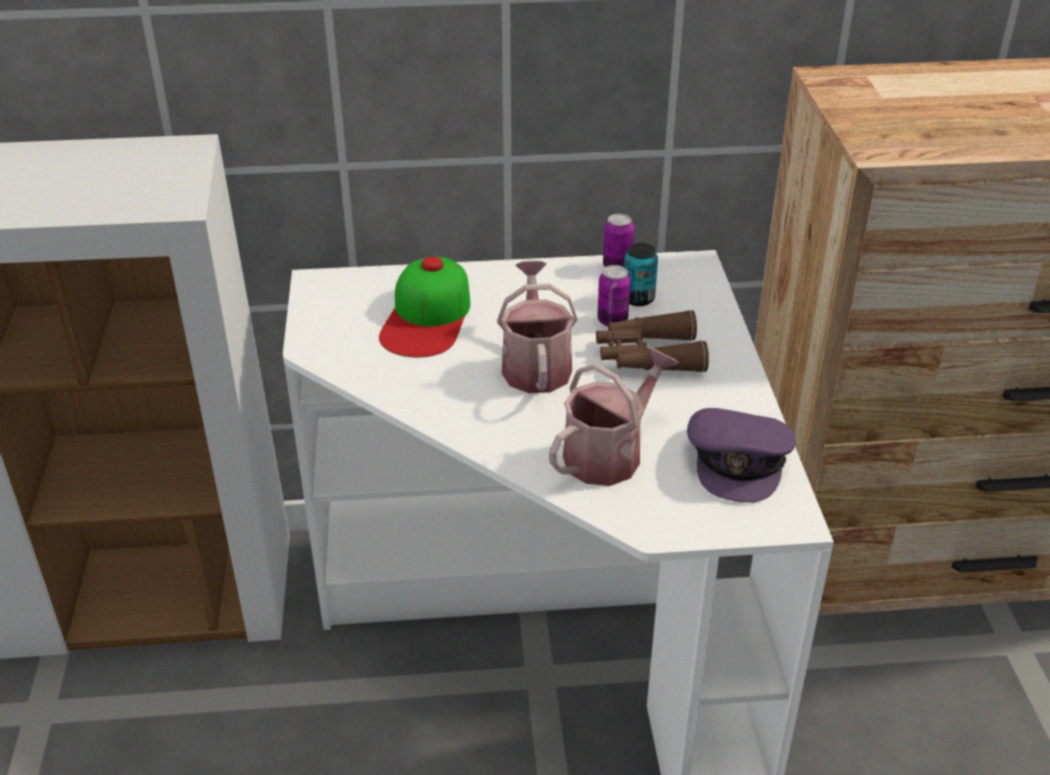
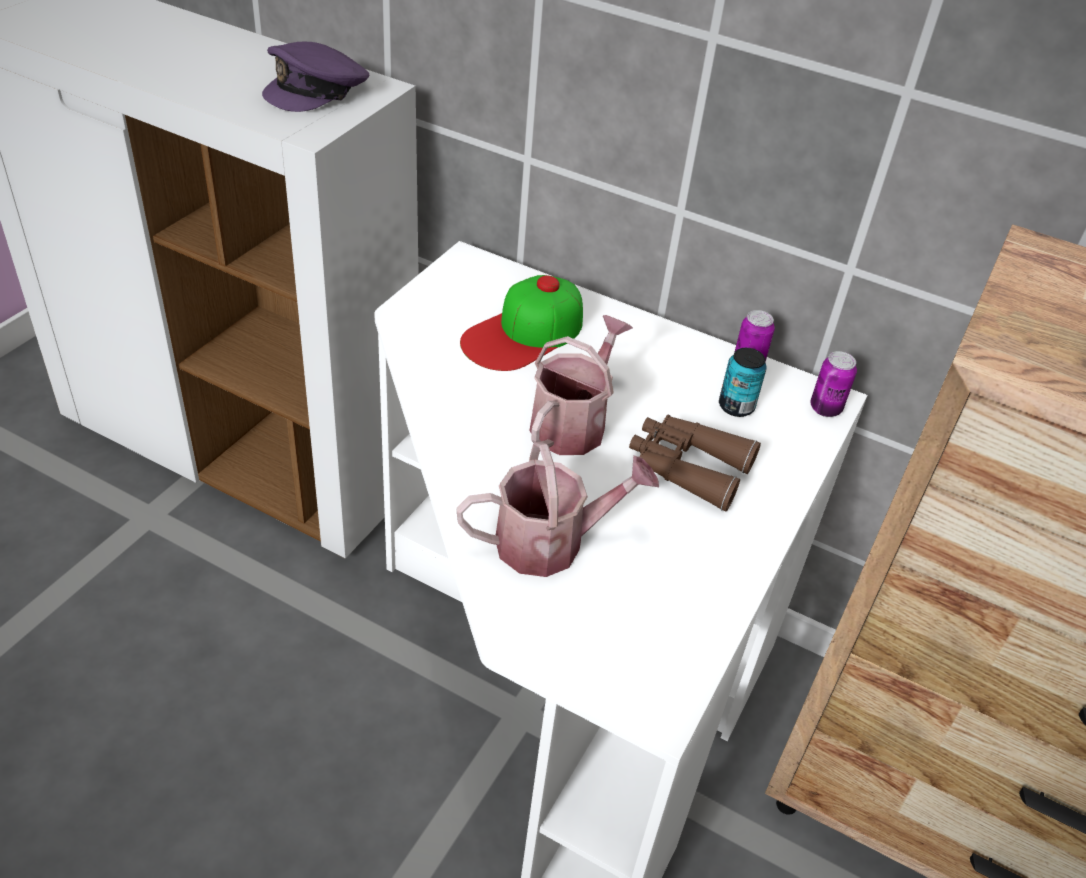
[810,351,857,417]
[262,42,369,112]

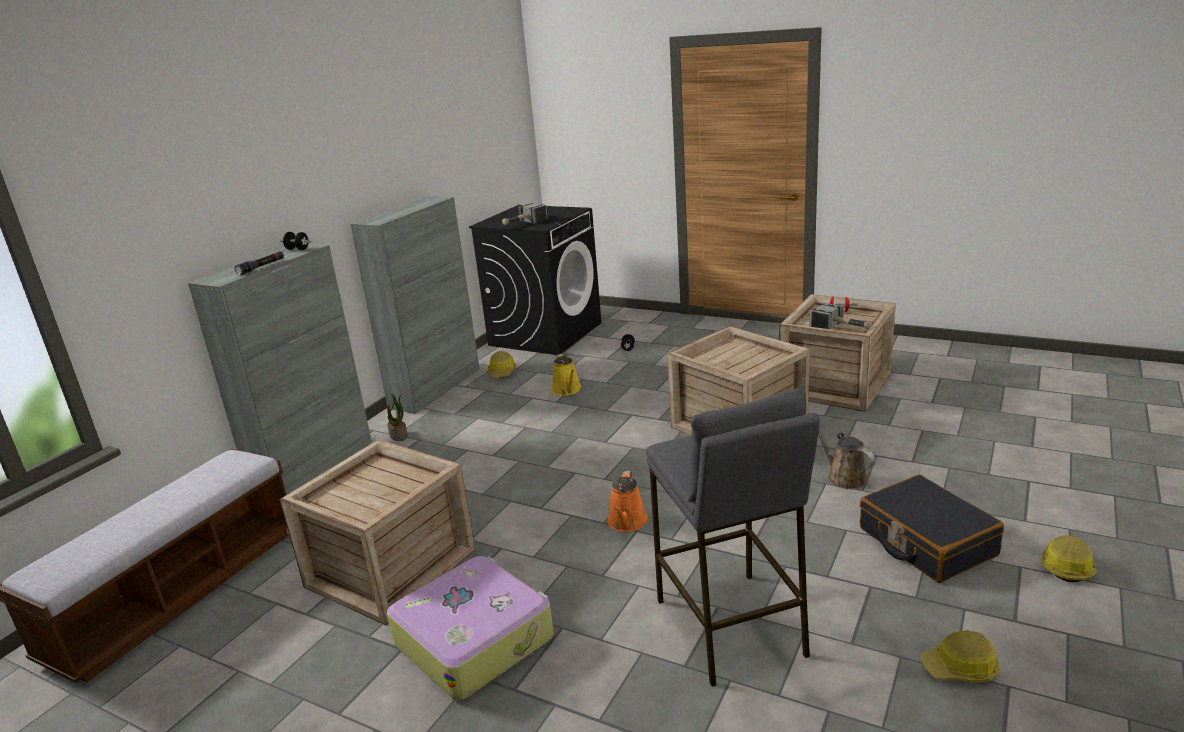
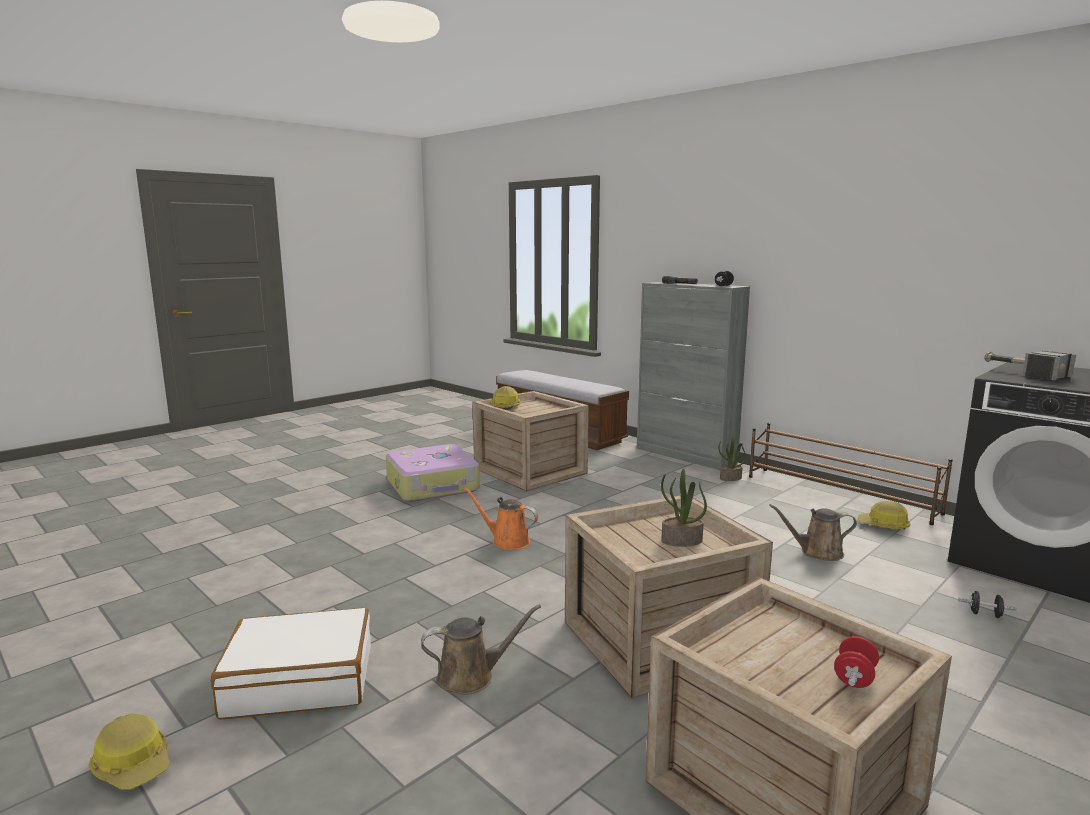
[749,423,953,525]
[809,303,872,329] (first image)
[769,504,857,561]
[646,388,820,687] (first image)
[211,607,371,719]
[491,386,521,410]
[661,469,707,547]

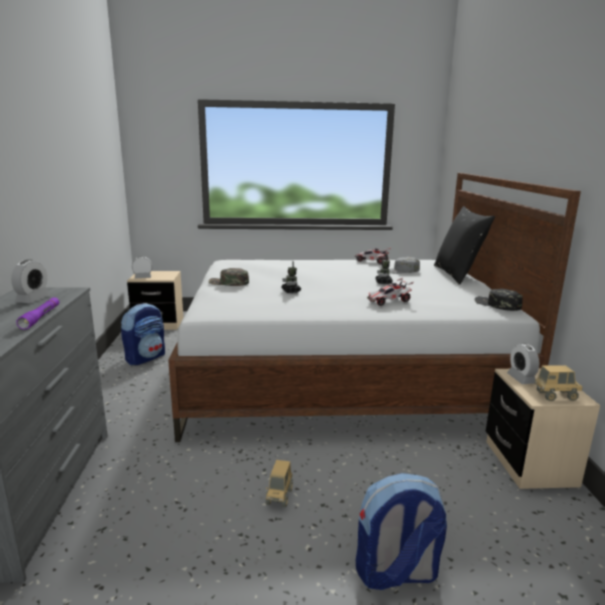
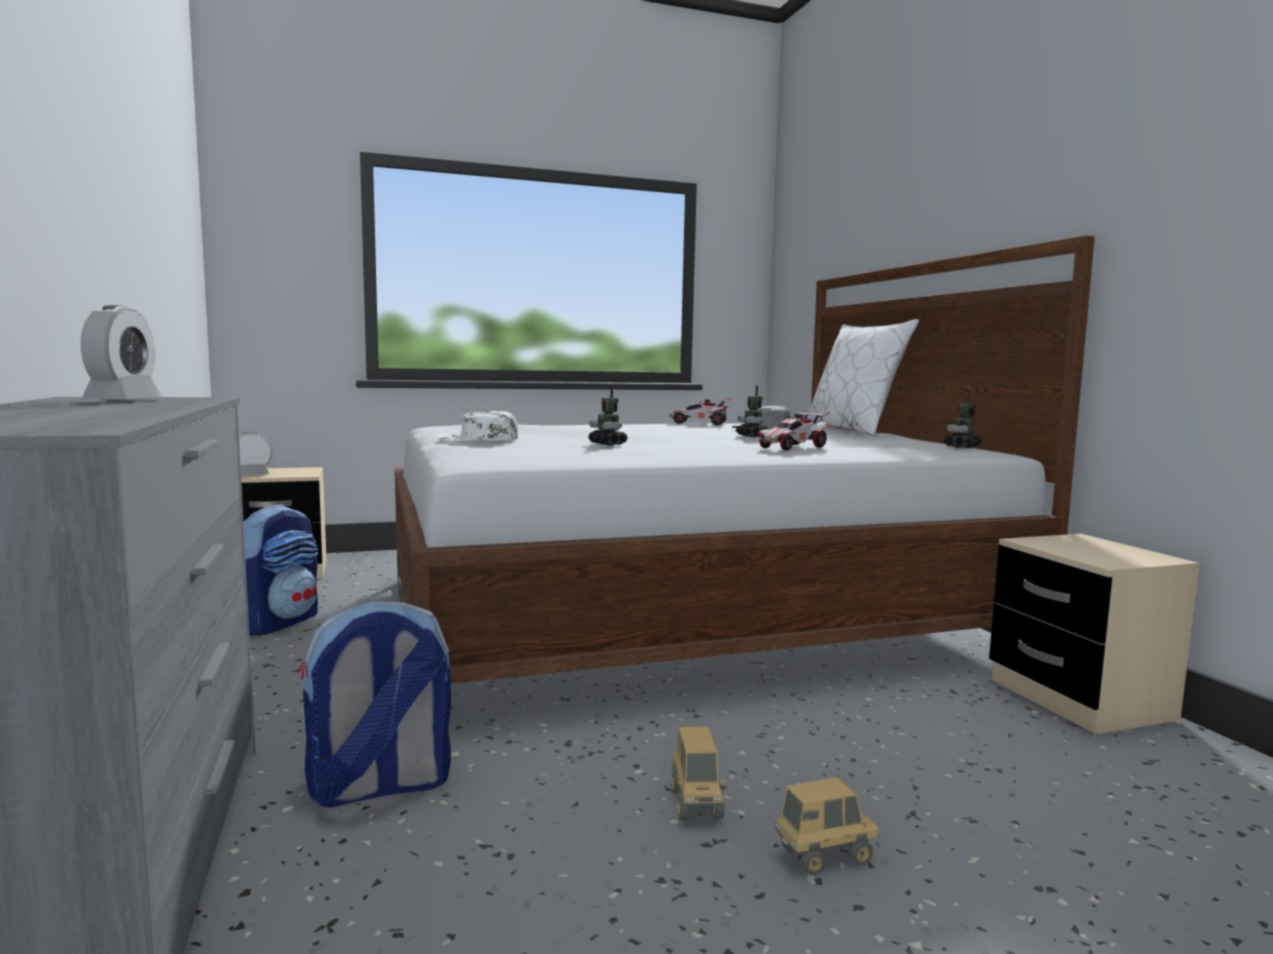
[807,319,919,436]
[437,411,518,441]
[944,391,982,448]
[16,298,59,329] (first image)
[507,344,539,384] (first image)
[775,777,879,875]
[298,600,451,808]

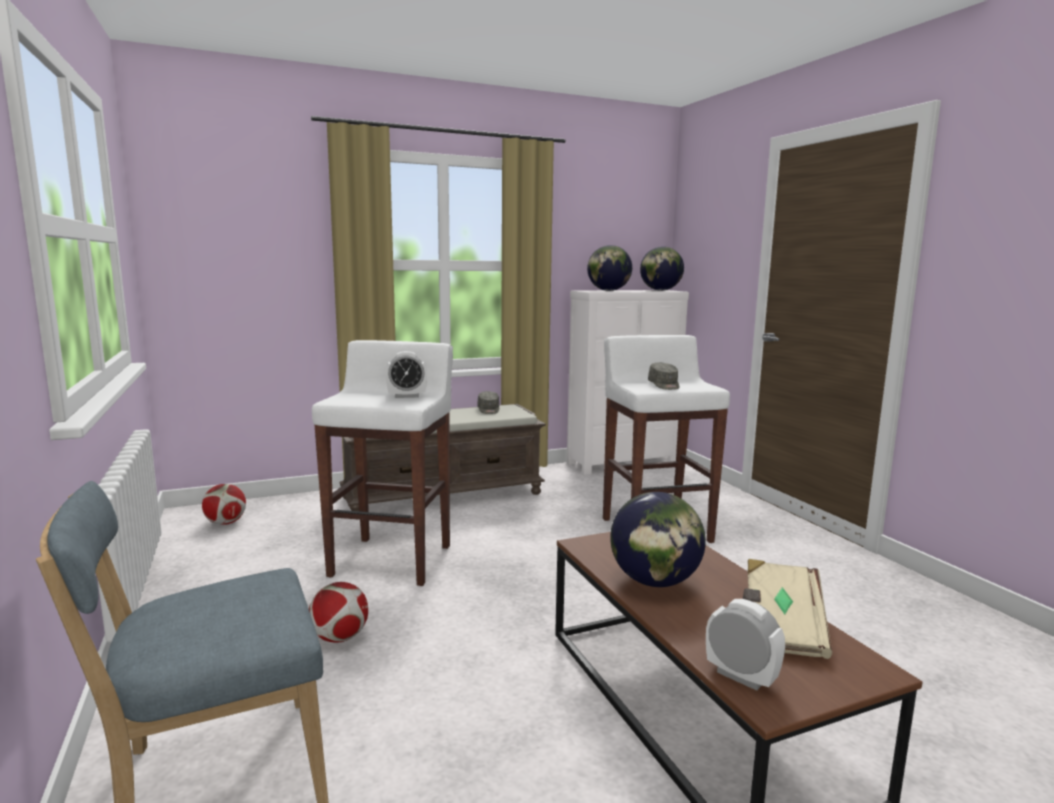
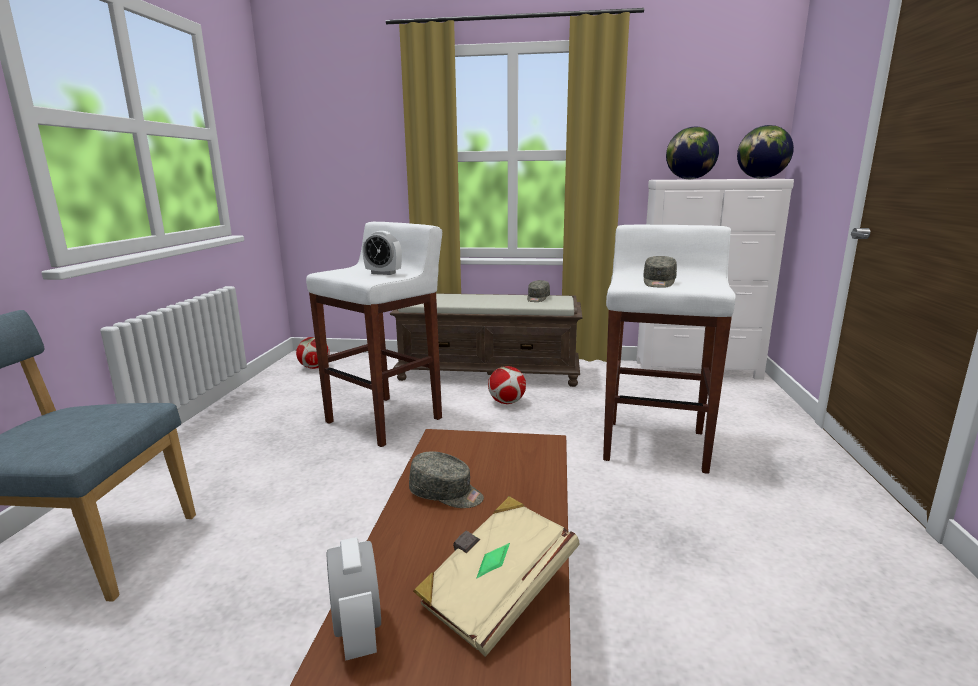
[409,451,484,508]
[488,366,526,404]

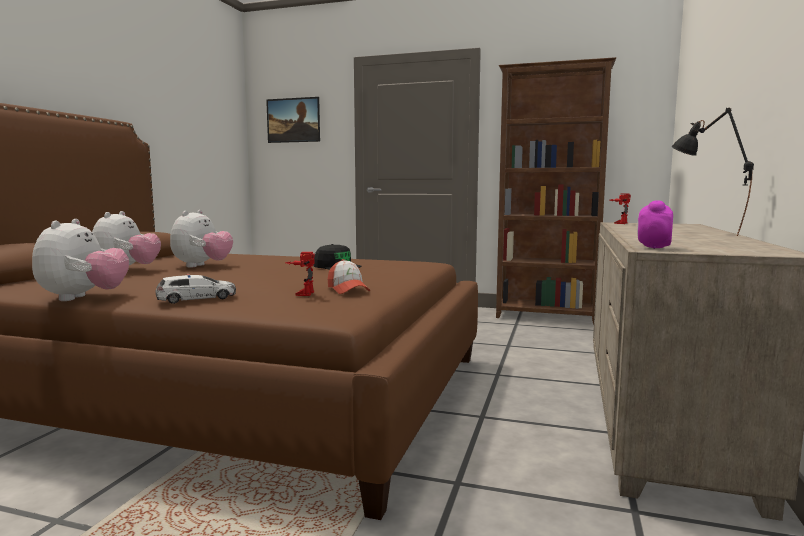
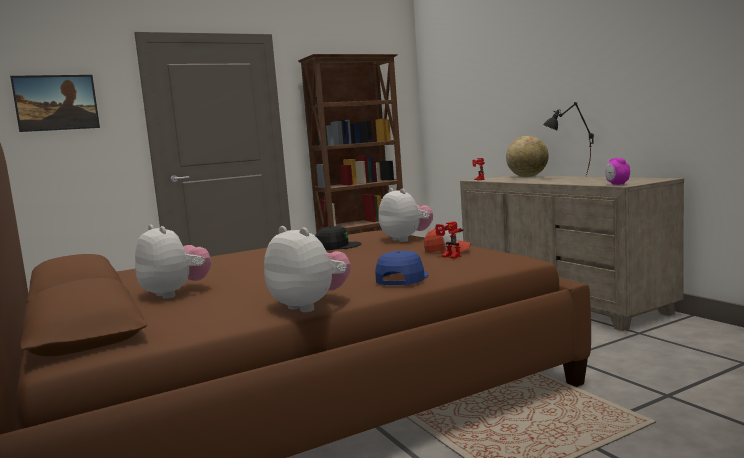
[379,188,433,242]
[375,251,429,285]
[506,136,549,177]

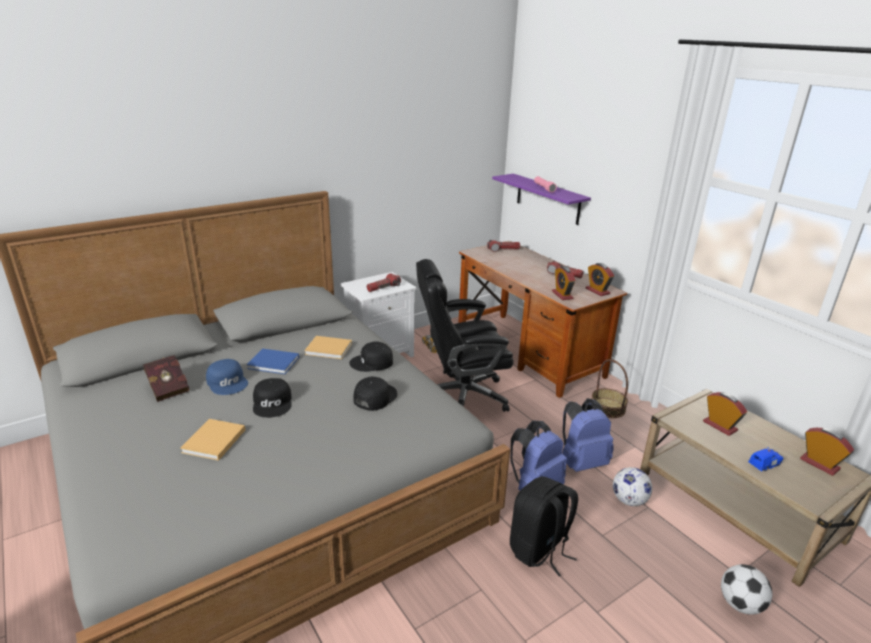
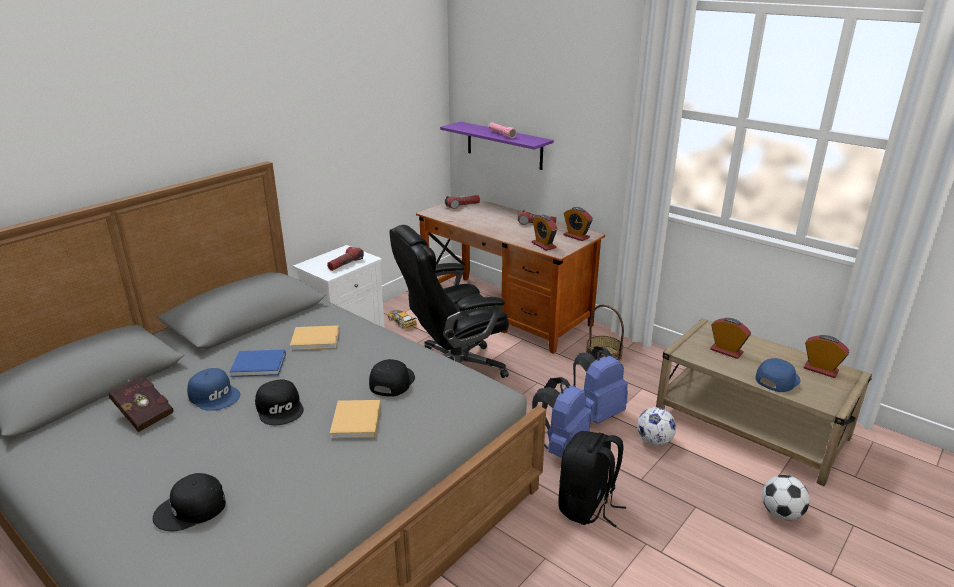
[153,473,226,531]
[330,400,381,438]
[755,358,800,392]

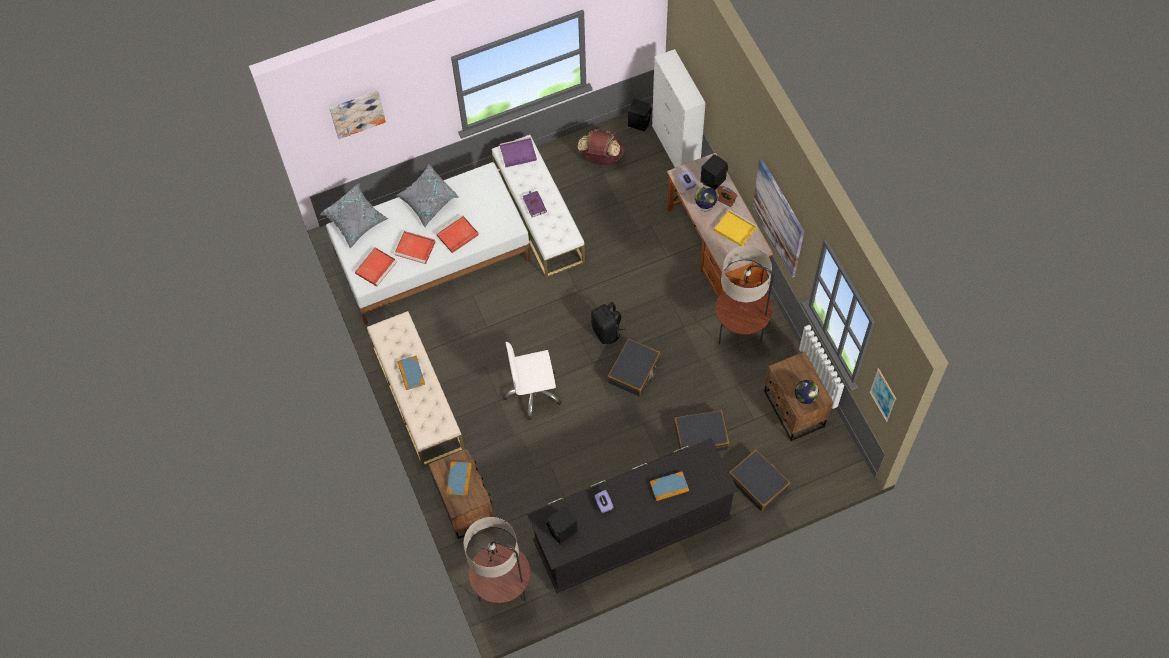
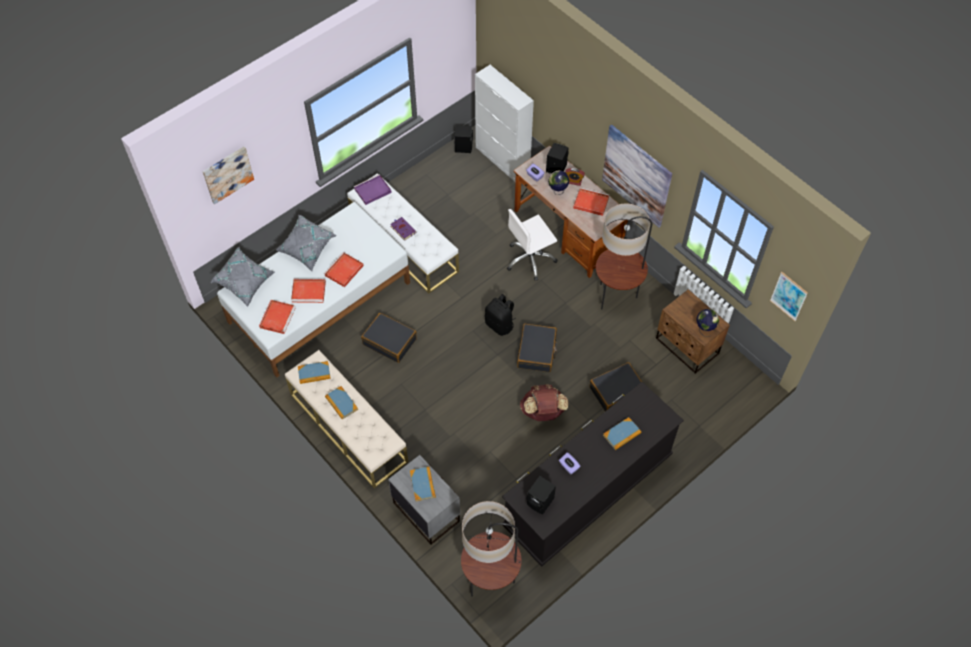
[520,384,568,421]
[573,187,609,216]
[507,209,557,281]
[388,455,460,545]
[361,313,417,363]
[298,361,331,384]

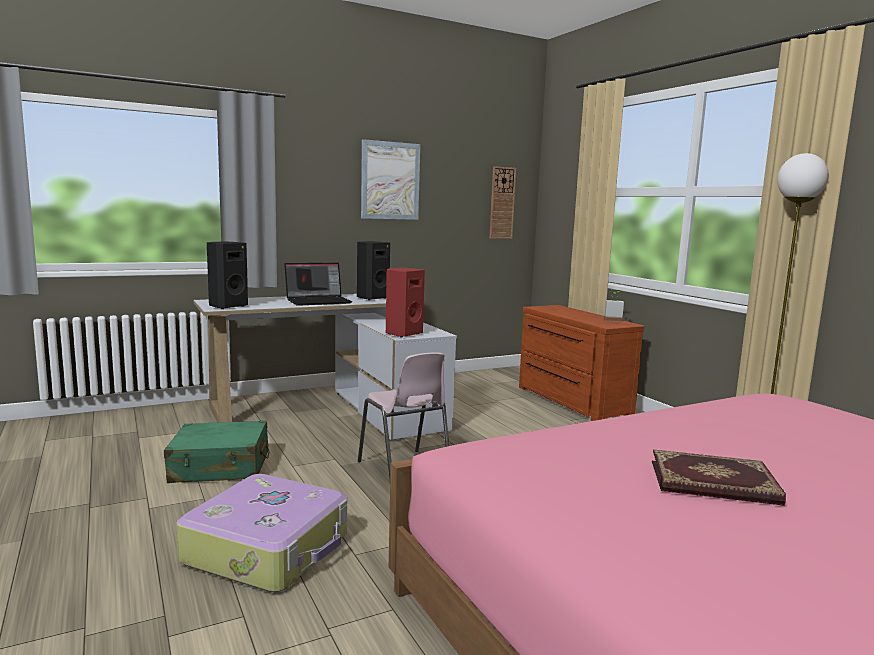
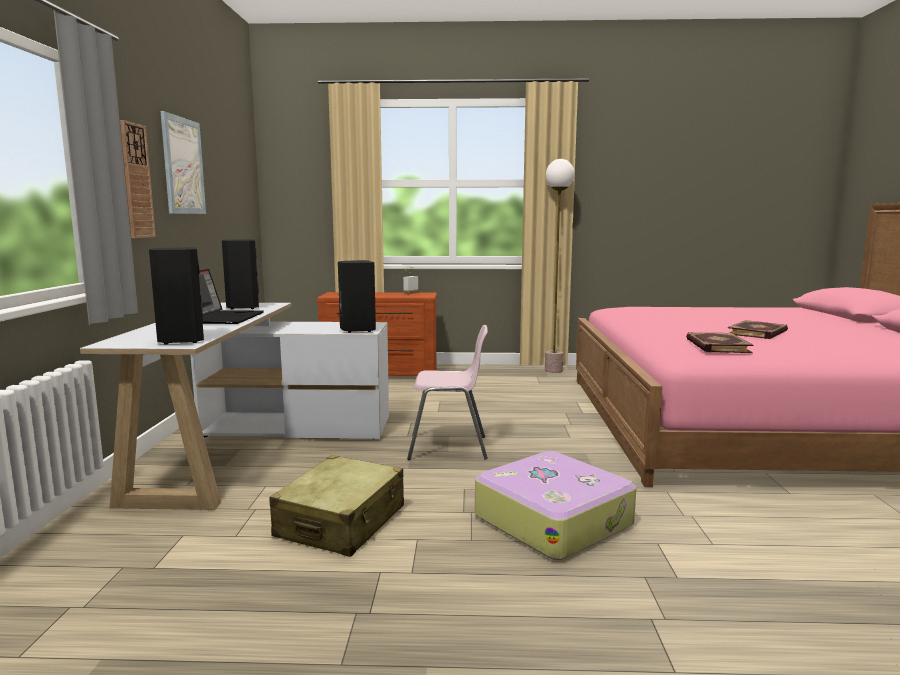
[120,120,156,238]
[338,260,376,333]
[270,455,404,557]
[686,332,753,353]

